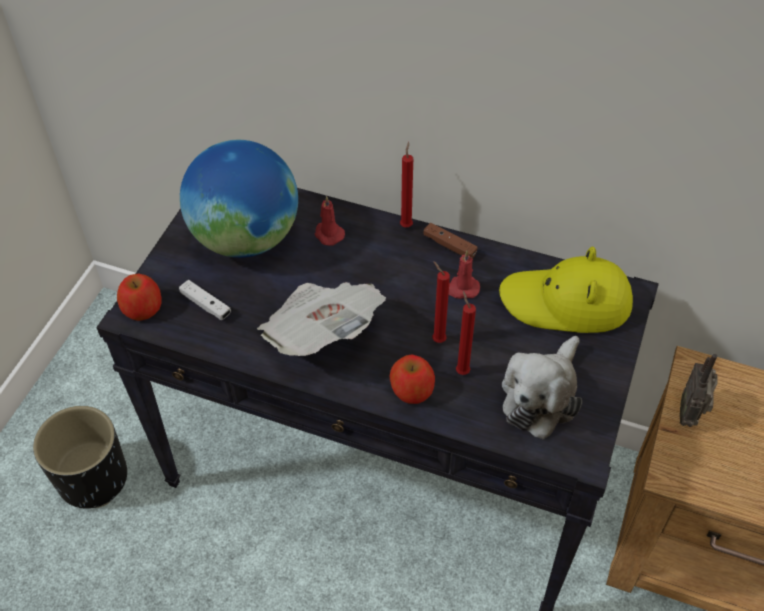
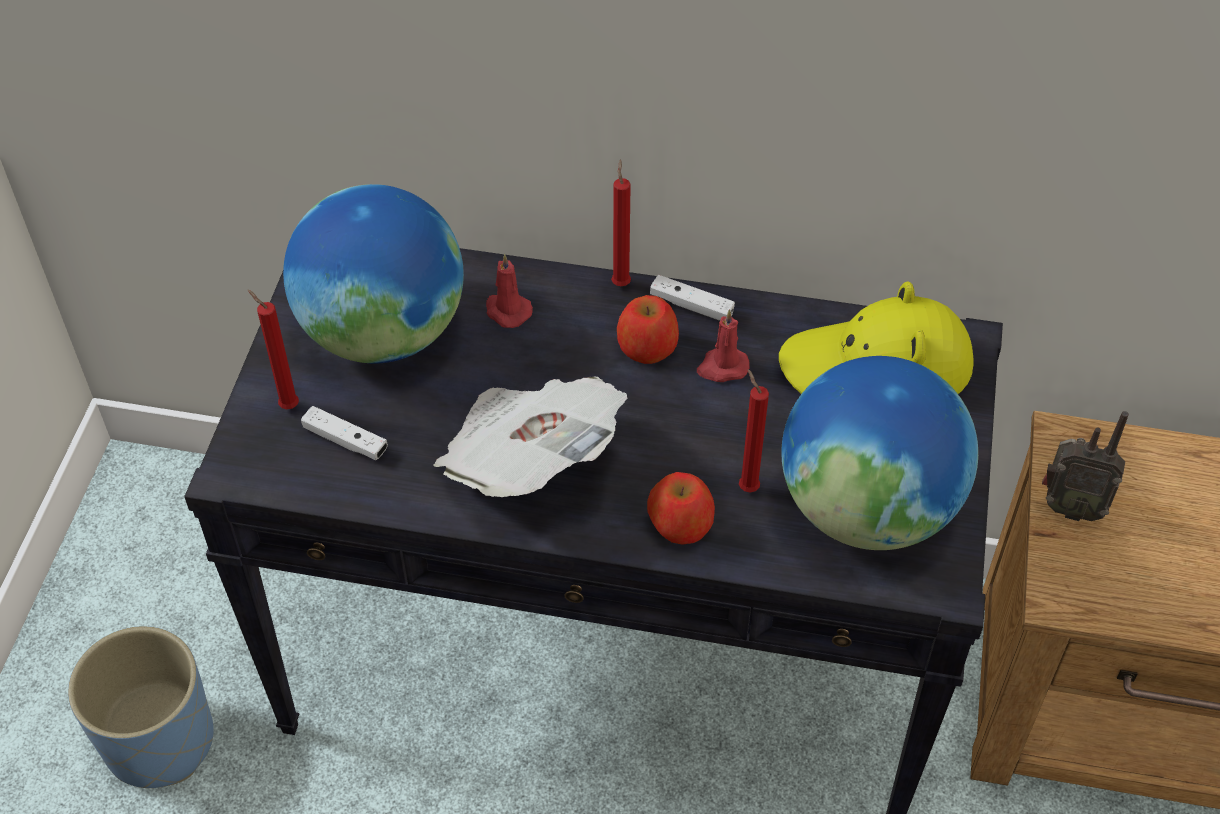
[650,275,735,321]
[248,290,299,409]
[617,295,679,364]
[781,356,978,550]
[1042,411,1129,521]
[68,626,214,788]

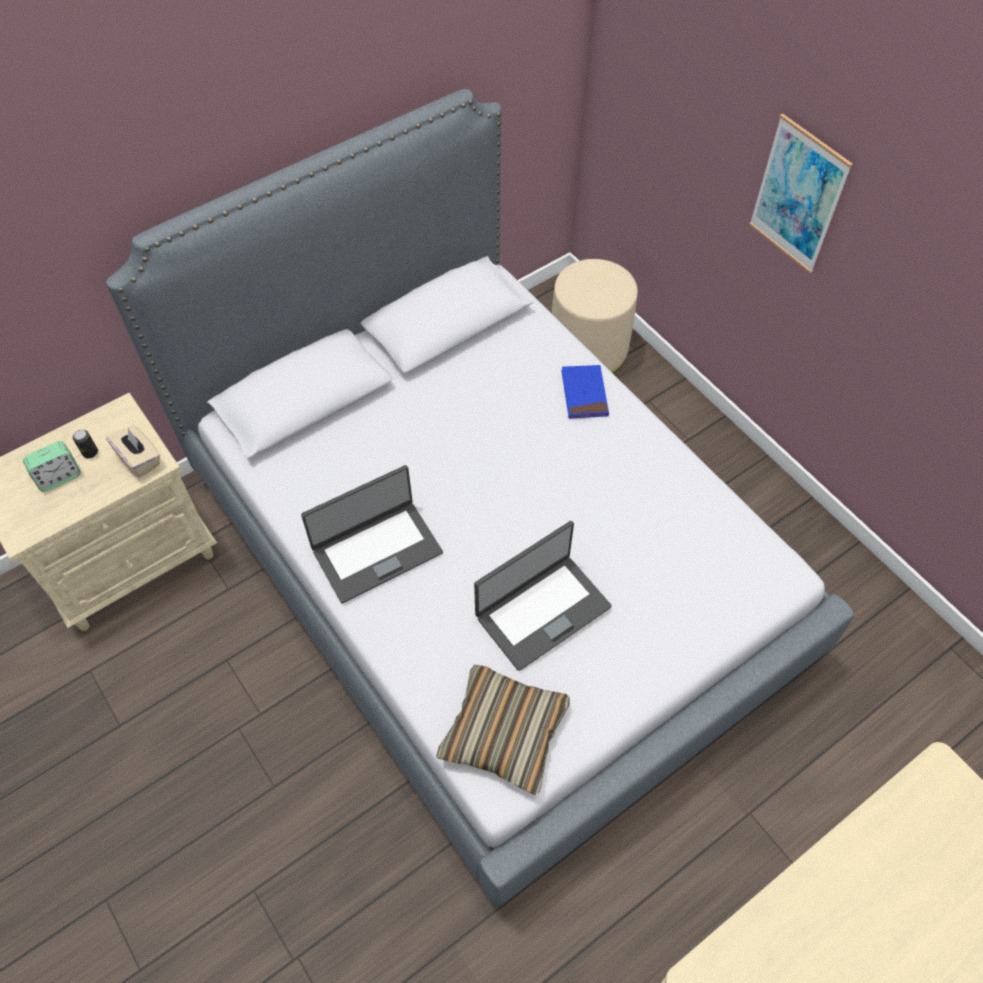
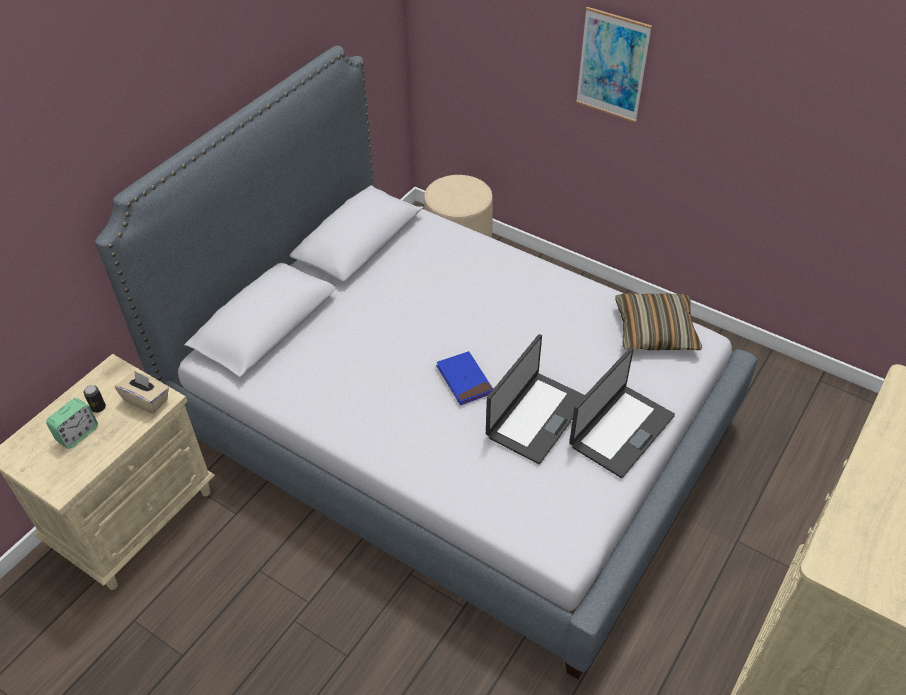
[436,351,493,405]
[569,347,675,478]
[615,293,702,350]

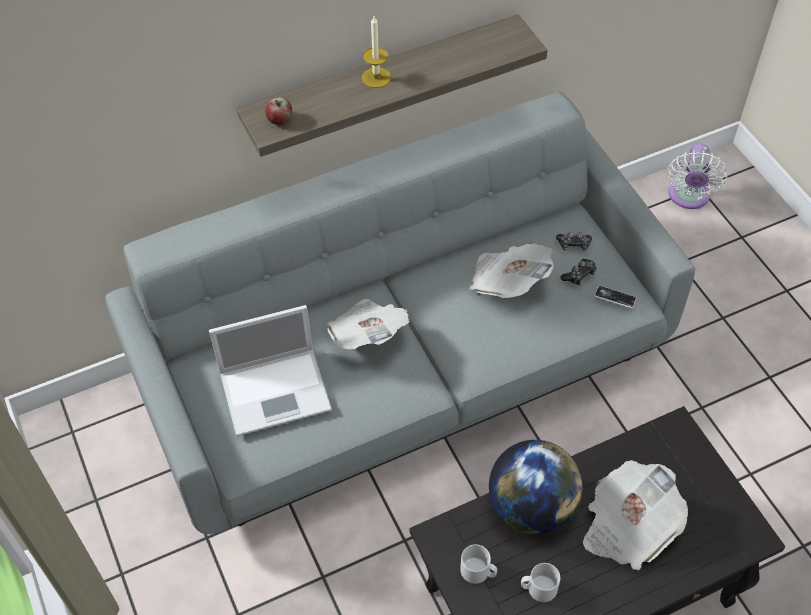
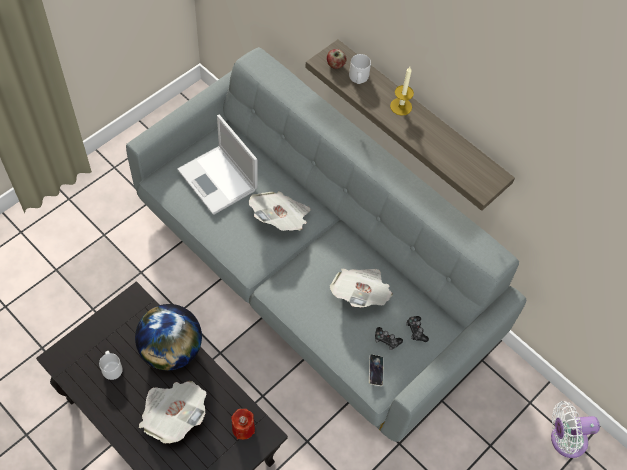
[349,54,371,84]
[231,409,255,440]

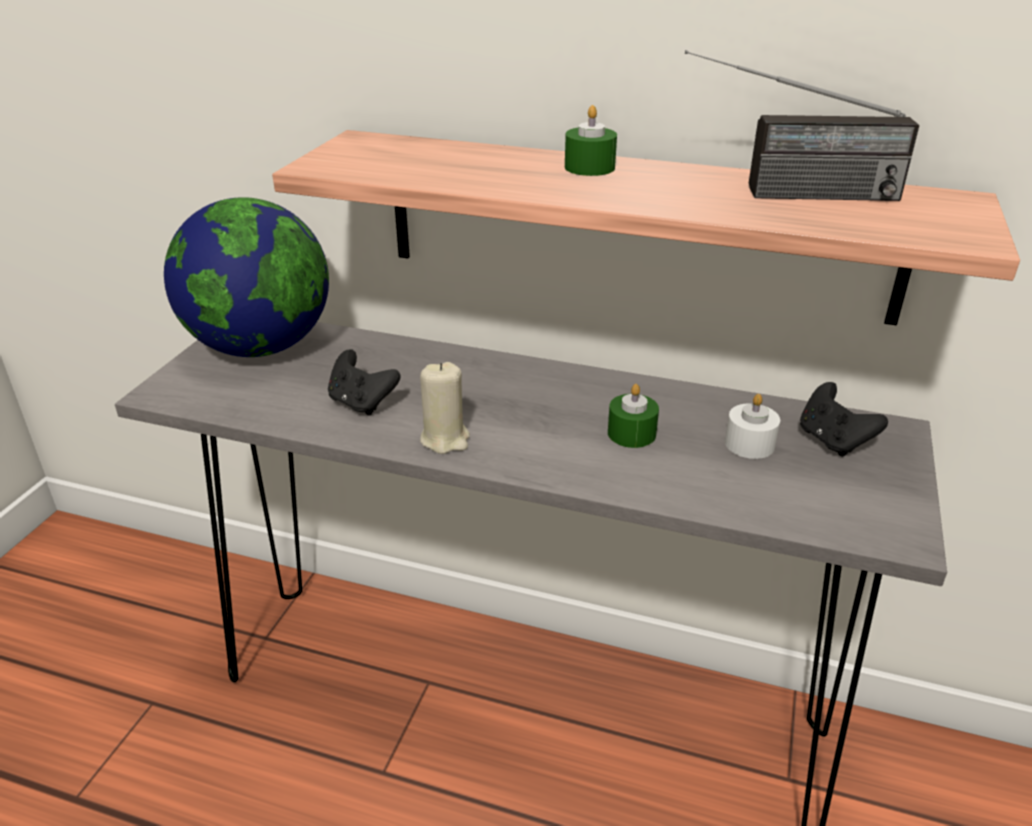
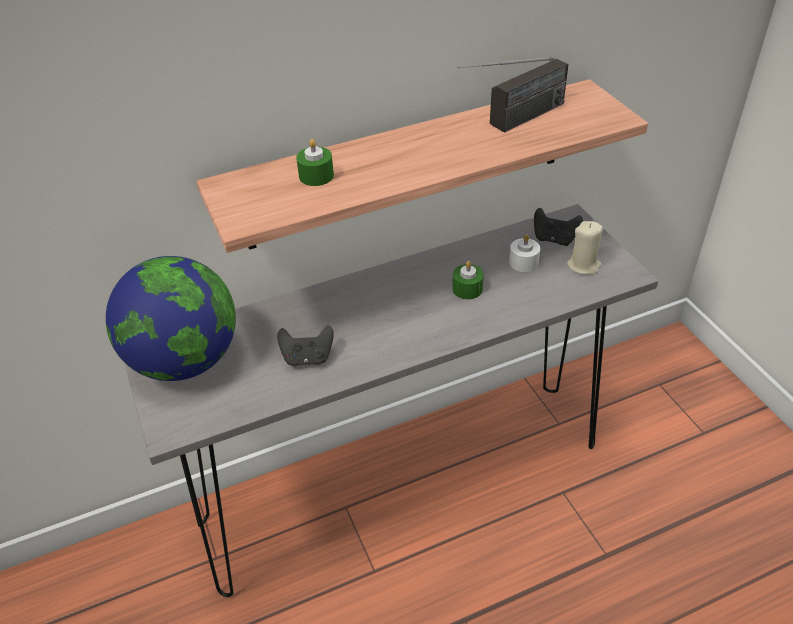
[296,139,334,186]
[567,221,603,275]

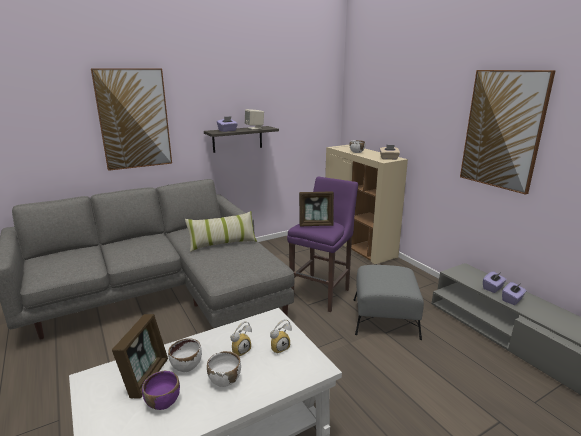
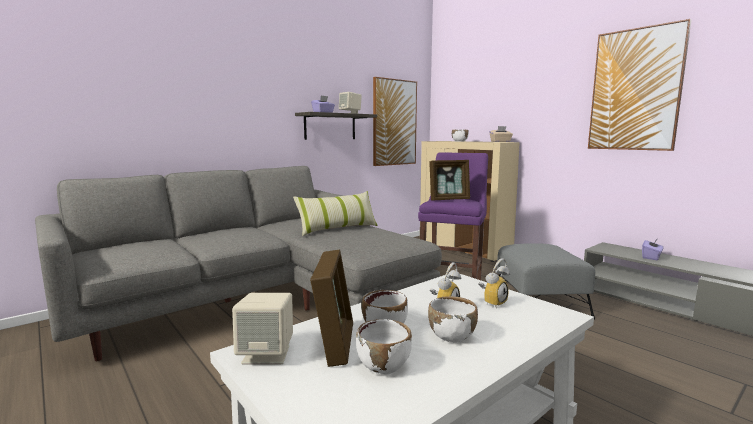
[373,77,417,166]
[502,282,527,305] (first image)
[356,319,412,374]
[232,293,293,364]

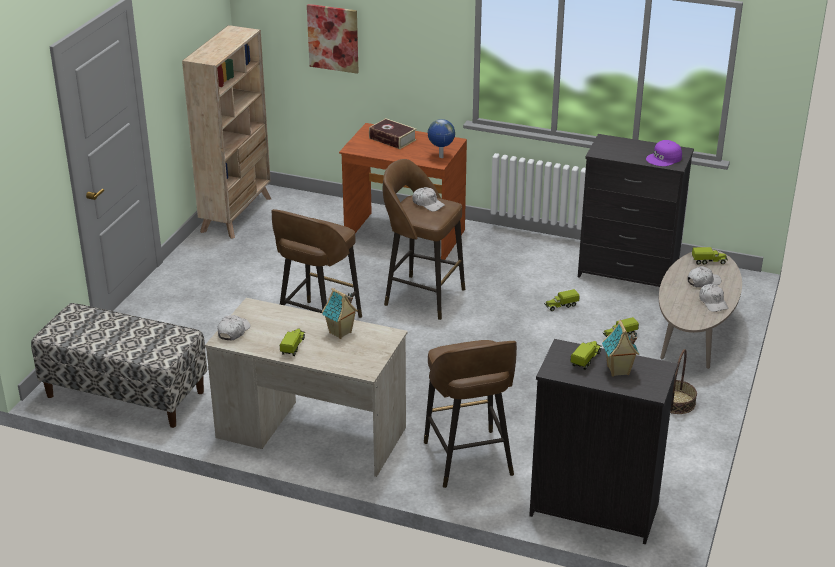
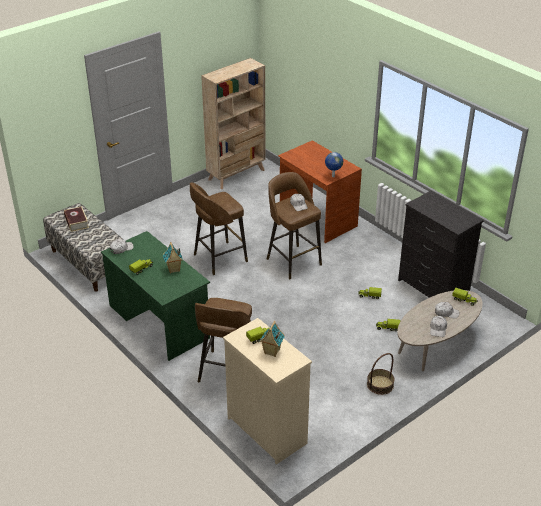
[307,4,358,74] (first image)
[64,206,89,232]
[646,140,682,166] (first image)
[101,231,210,361]
[223,318,312,464]

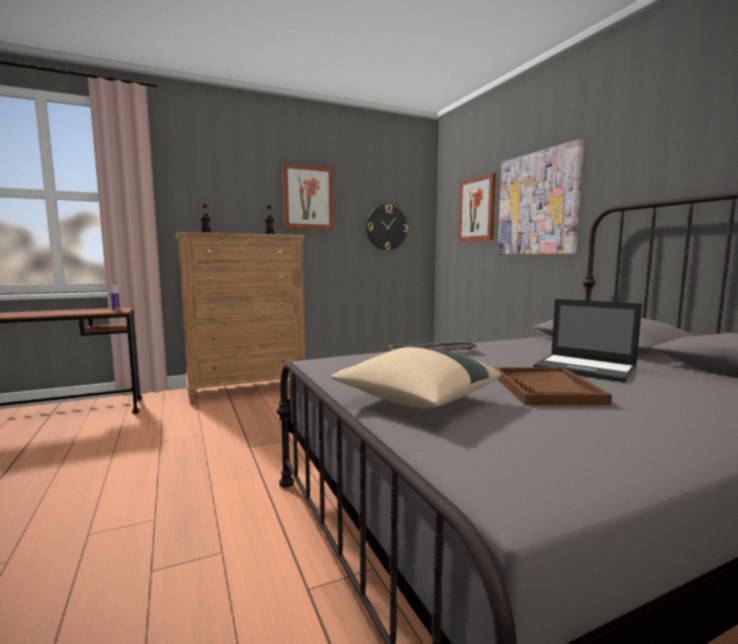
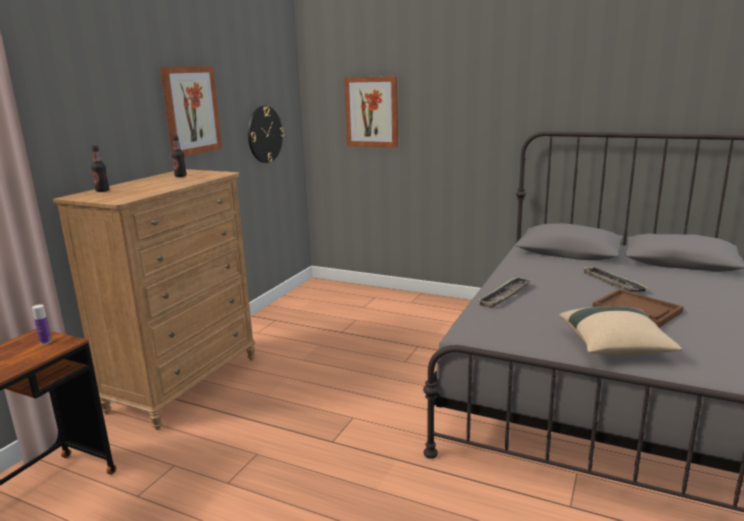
[498,139,584,255] (first image)
[583,266,648,292]

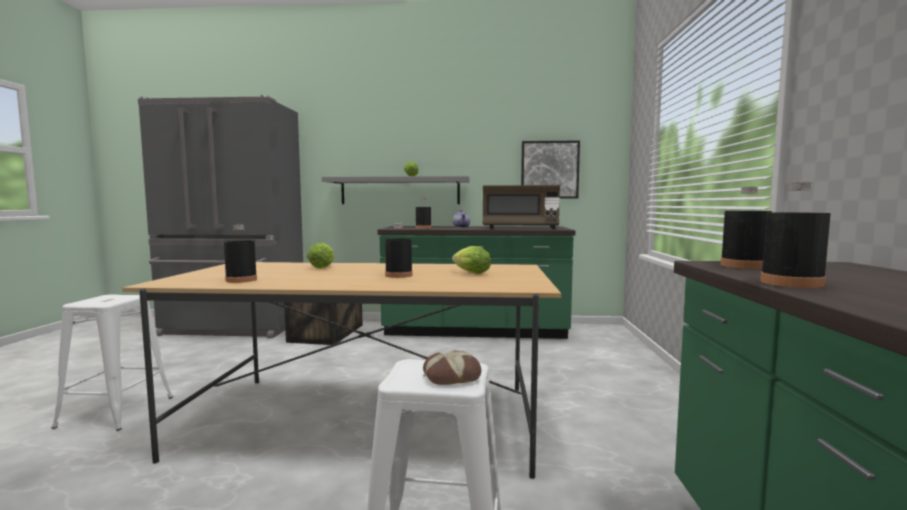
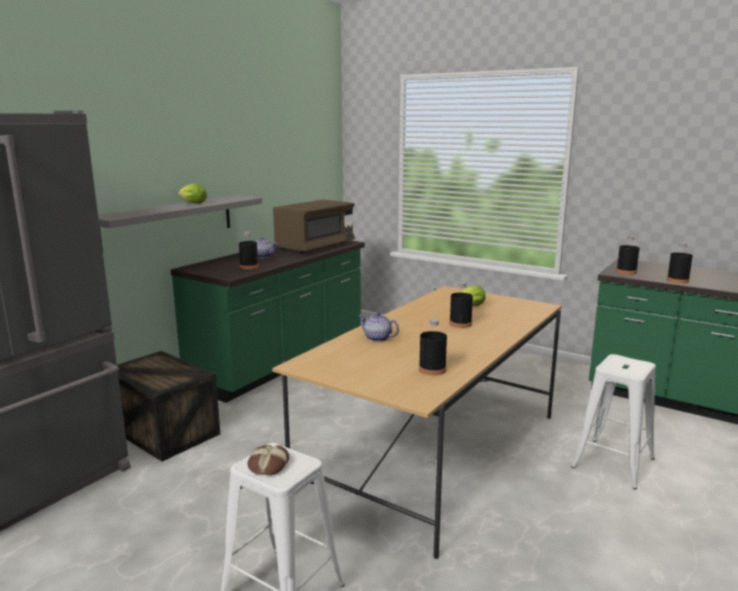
[521,141,580,198] (first image)
[359,312,399,342]
[247,445,289,475]

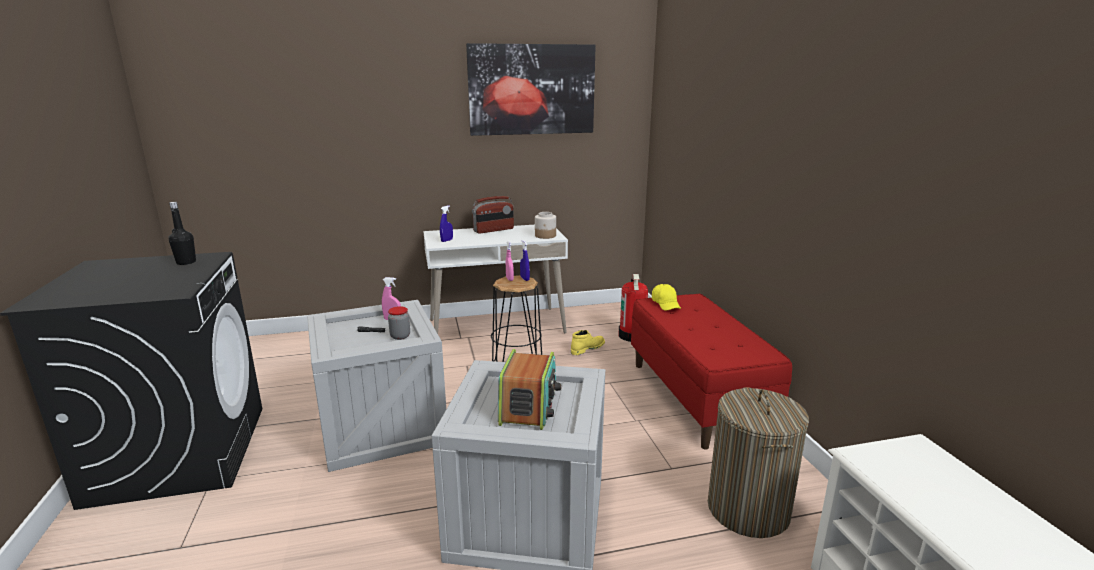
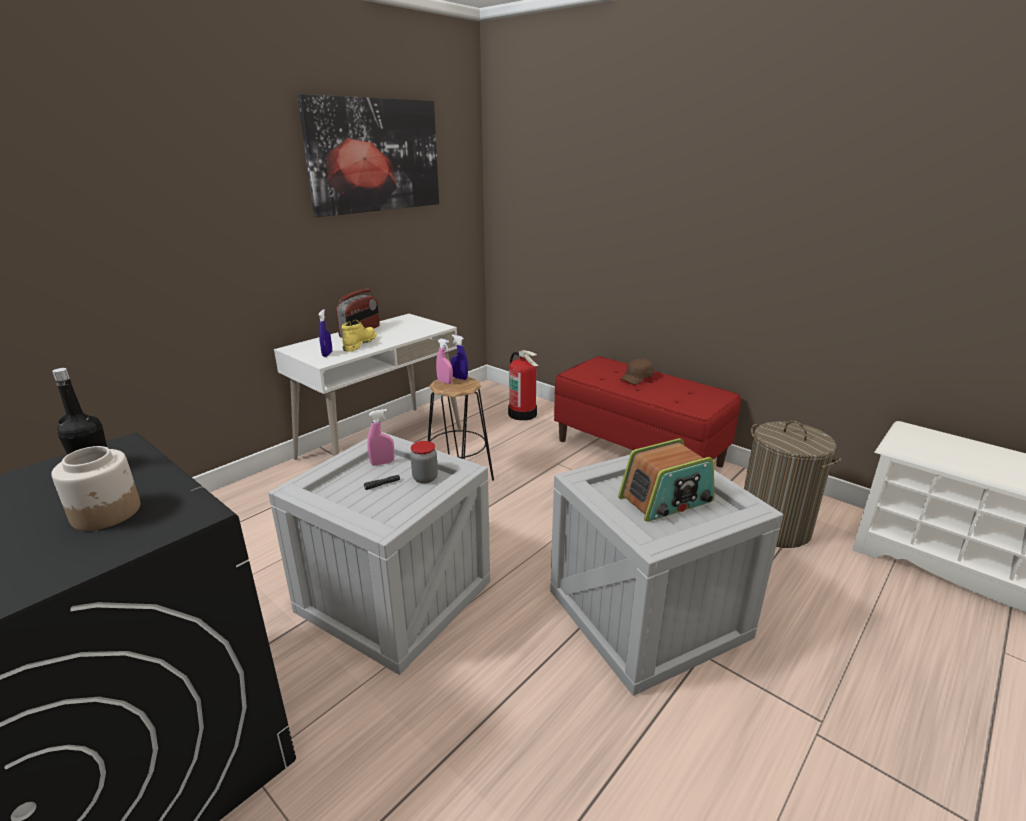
[51,446,140,531]
[652,284,681,311] (first image)
[342,320,377,352]
[618,438,715,522]
[620,358,654,385]

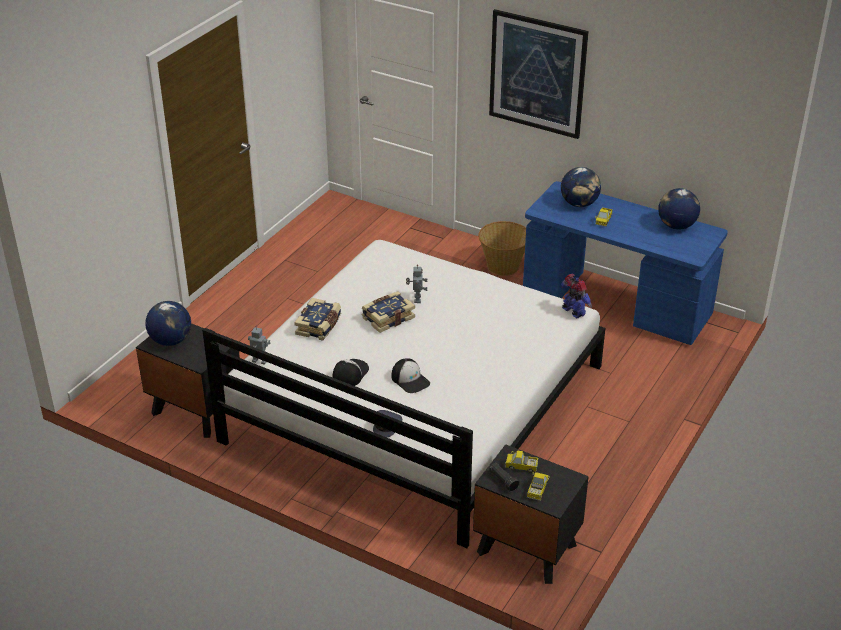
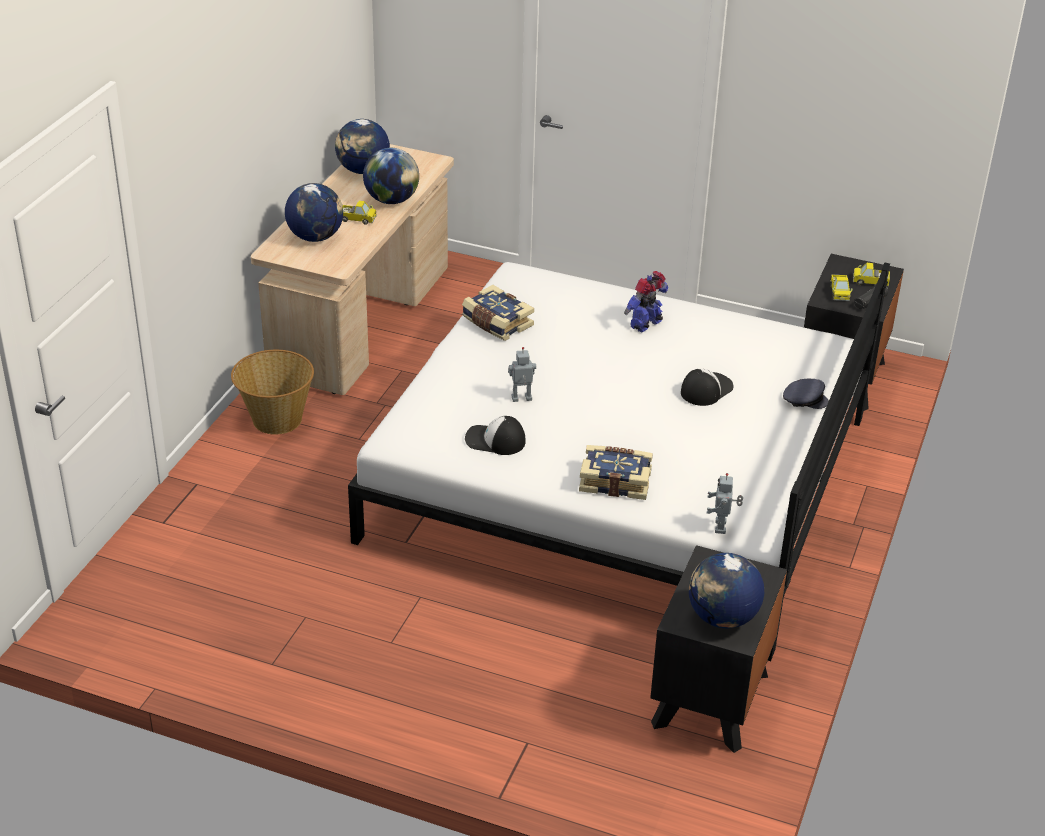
[489,9,589,139] (first image)
[251,144,454,395]
[624,271,668,333]
[462,285,534,341]
[465,416,525,455]
[363,148,419,204]

